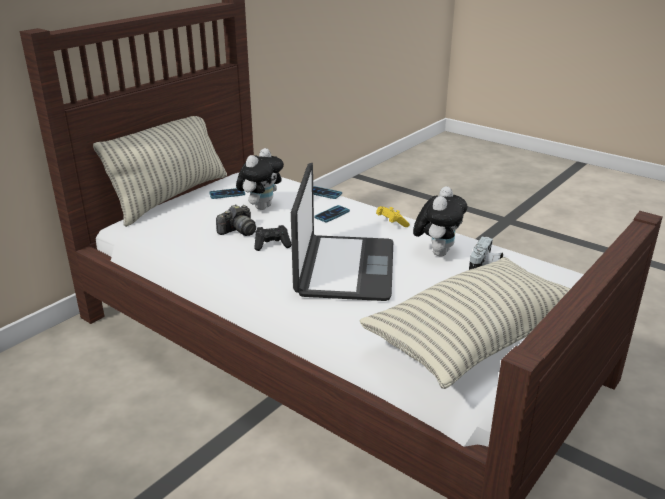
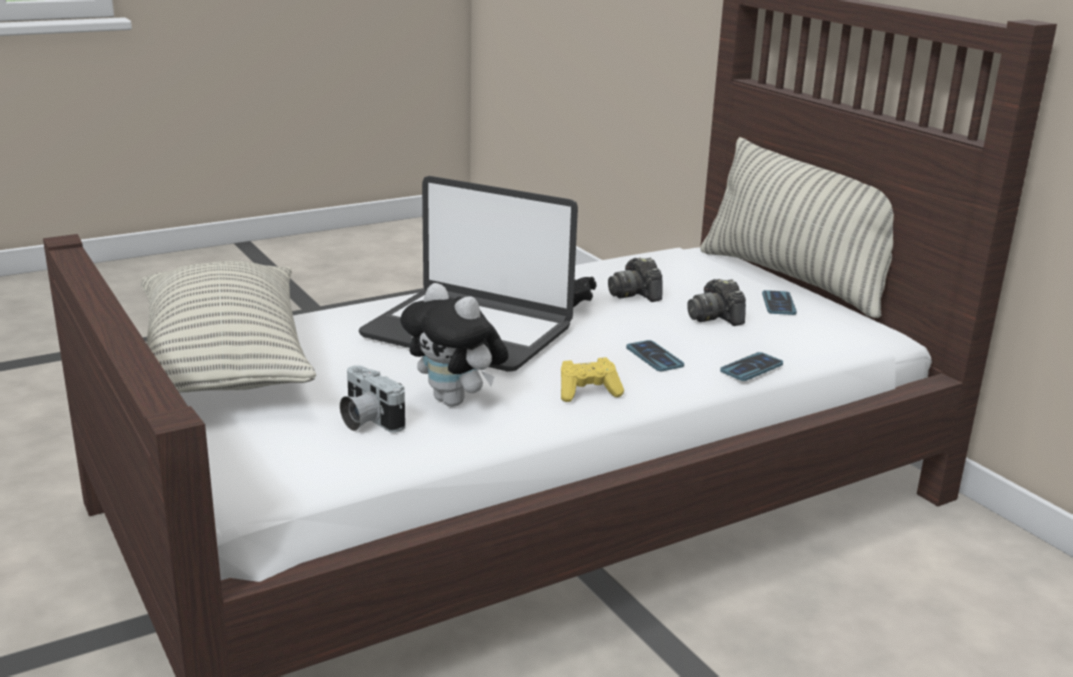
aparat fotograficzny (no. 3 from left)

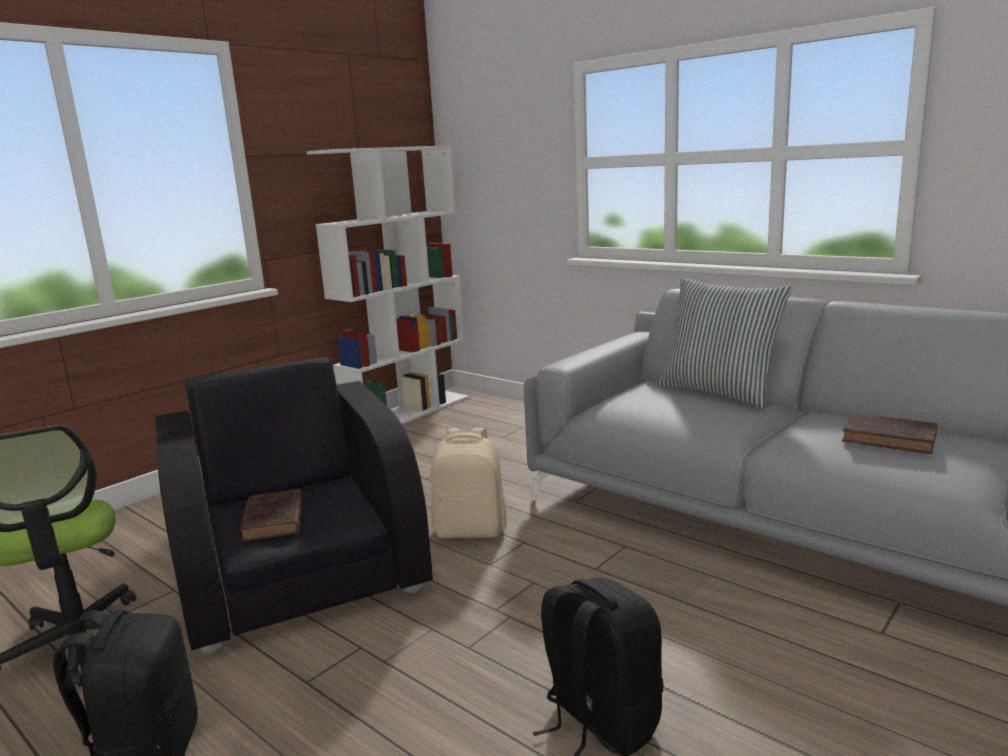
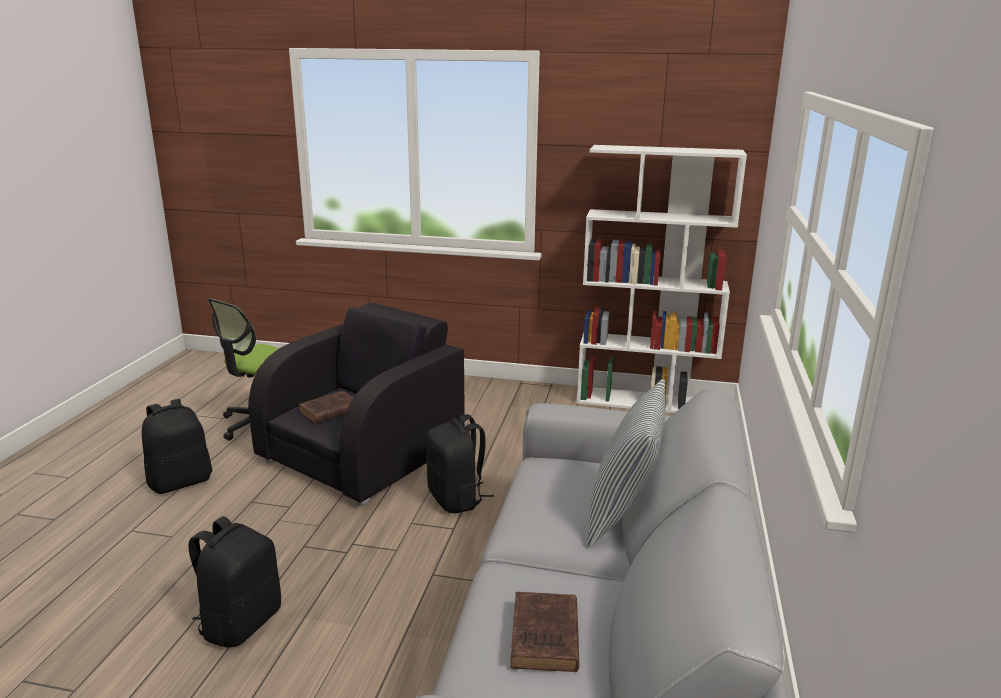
plecak/czarny (no. 3 from left)

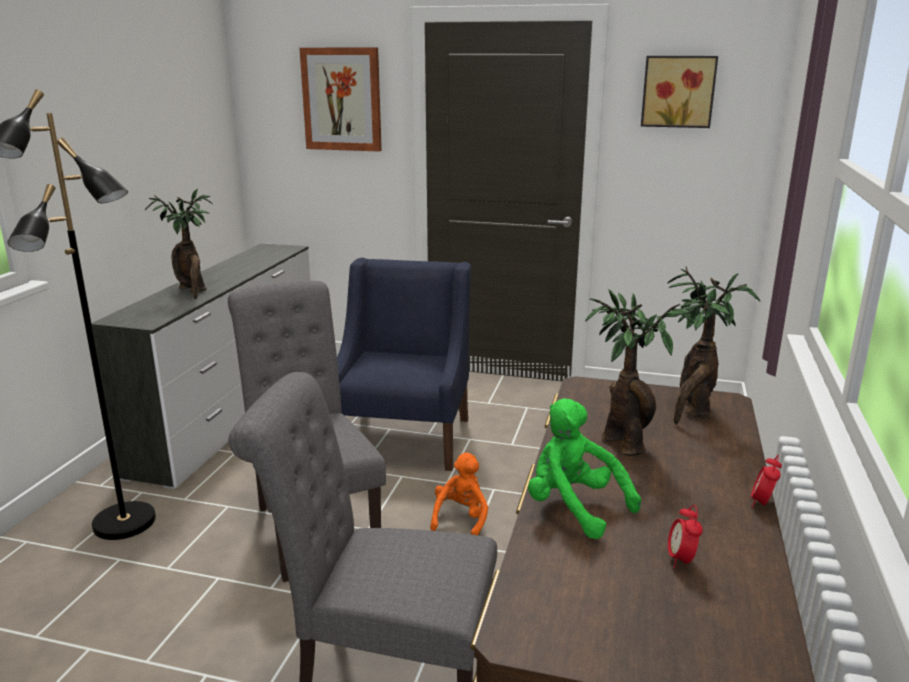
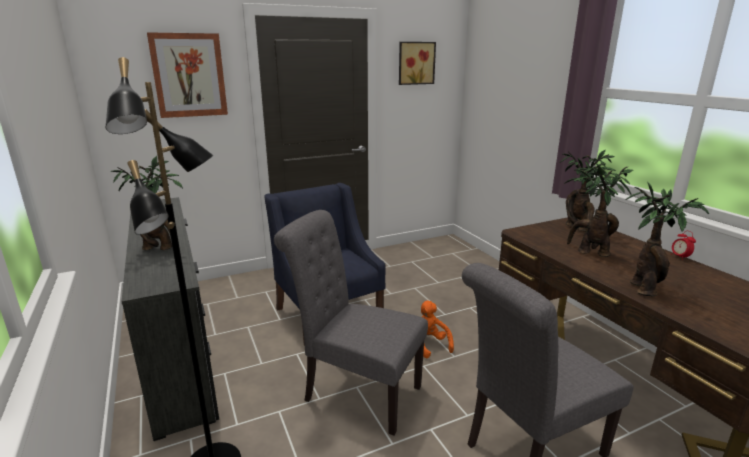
komoda/czarny
roślina doniczkowa (no. 4 from left)
budzik (no. 1 from left in the first image)

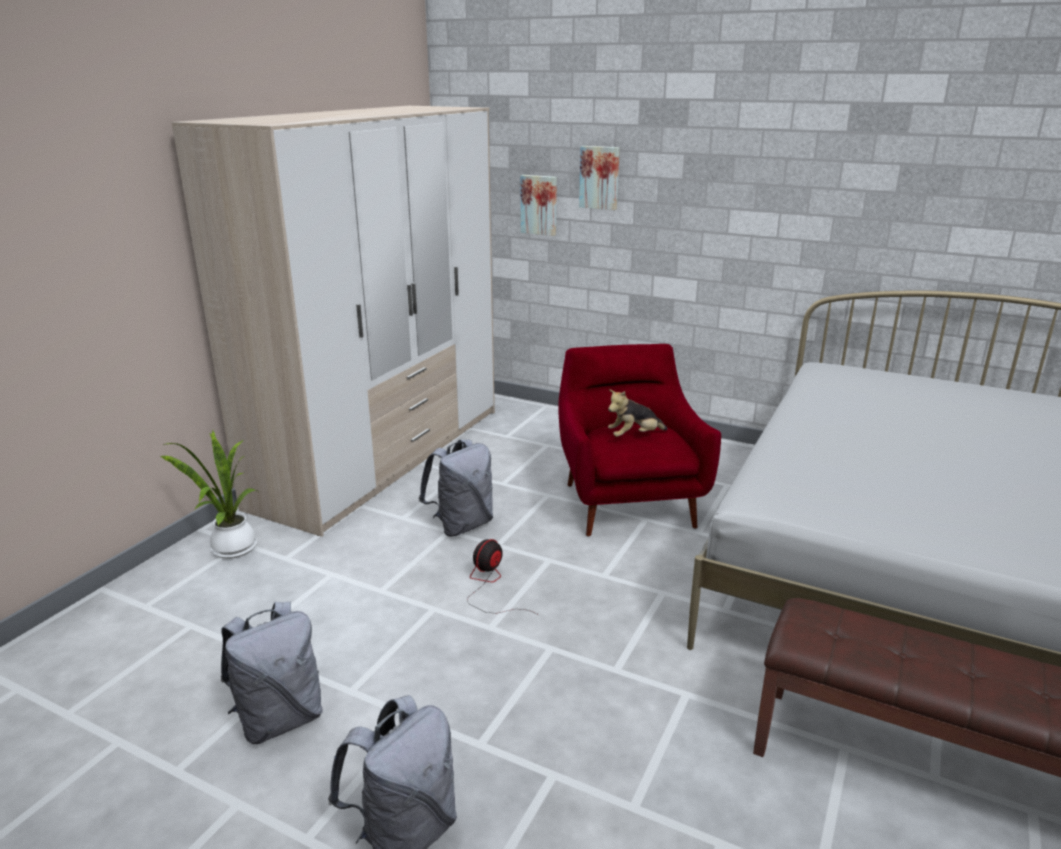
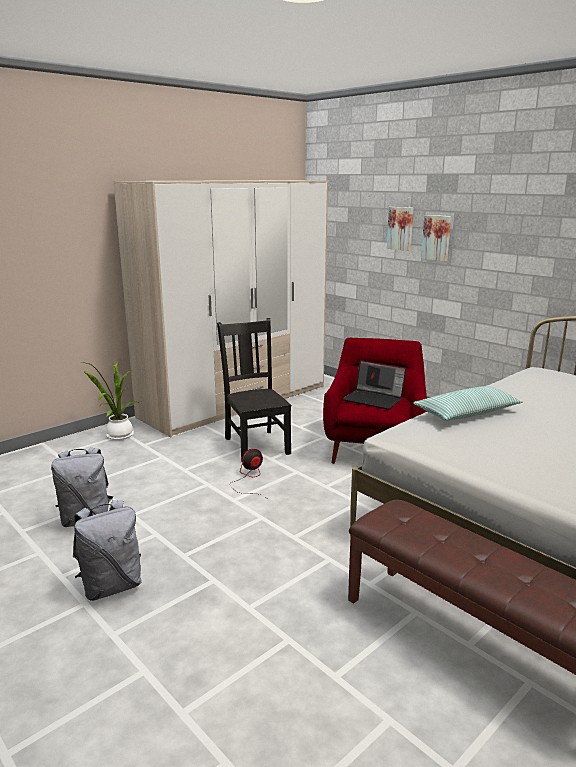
krzesło/czarny
laptop
poduszka
obraz (no. 2 from left)

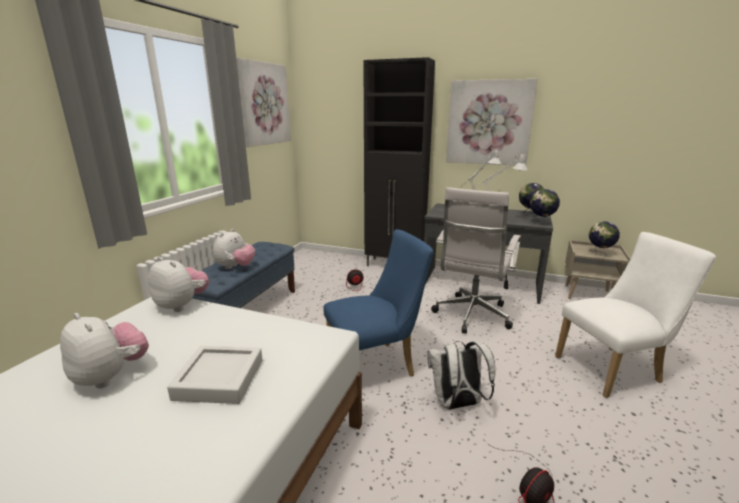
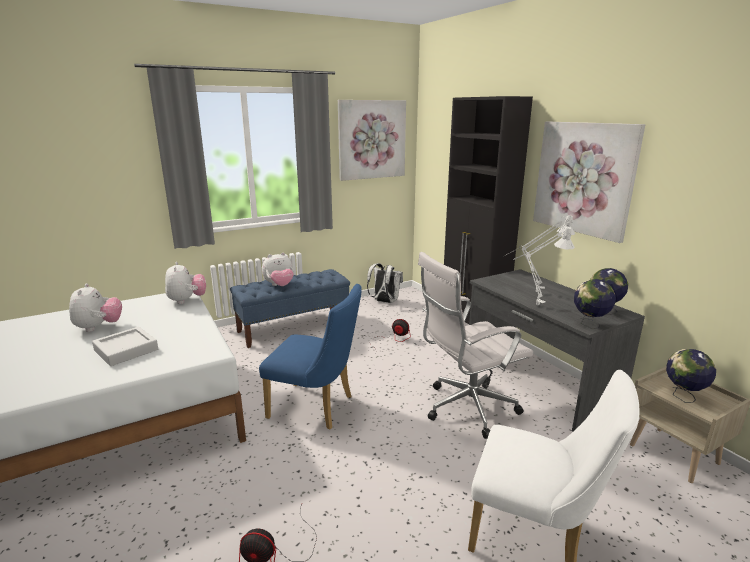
plecak/biały

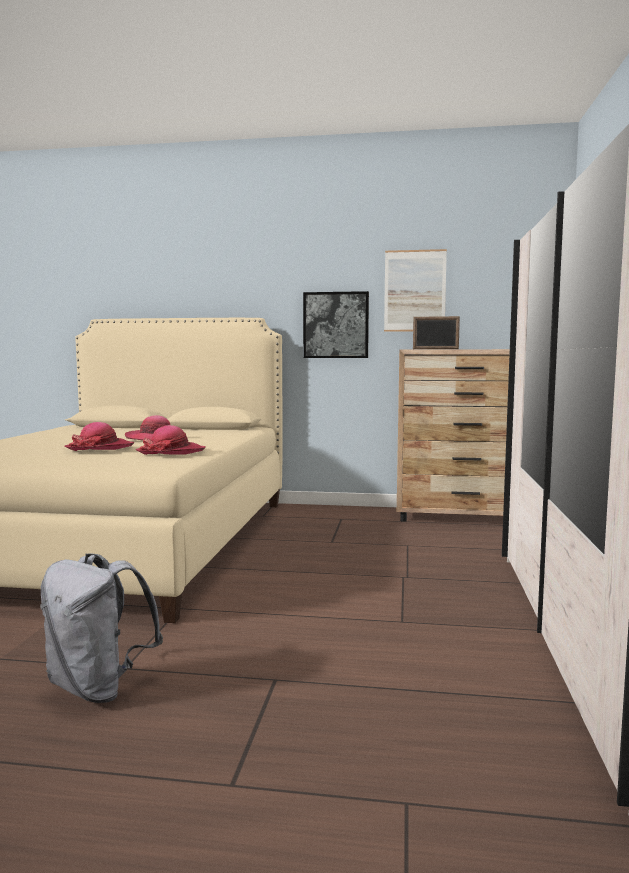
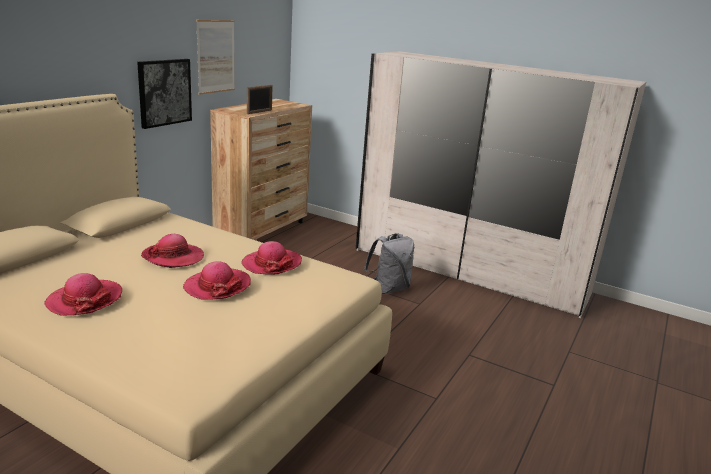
kapelusz (no. 1 from left)
plecak/szary

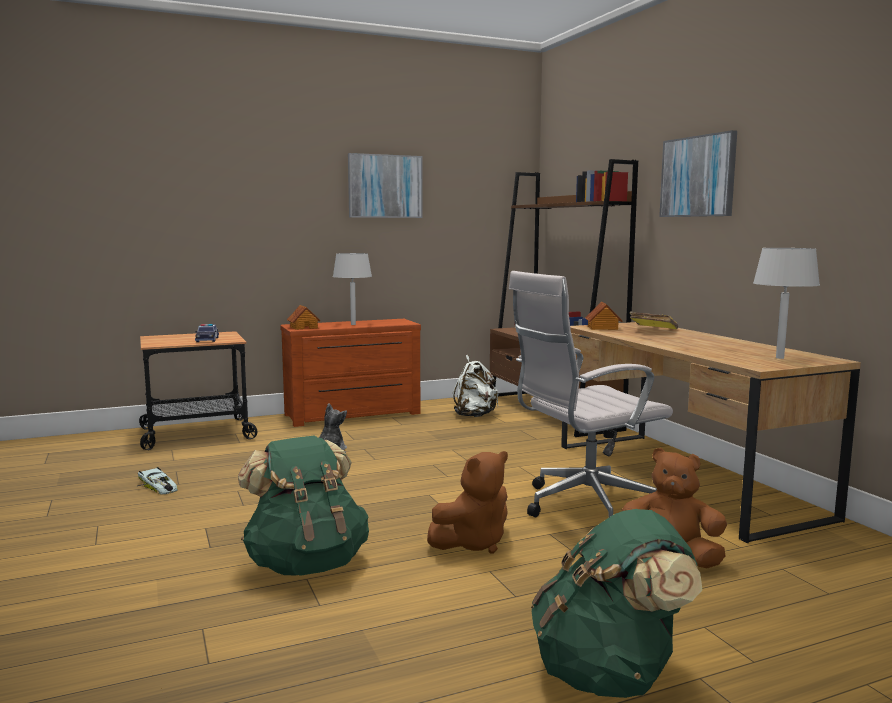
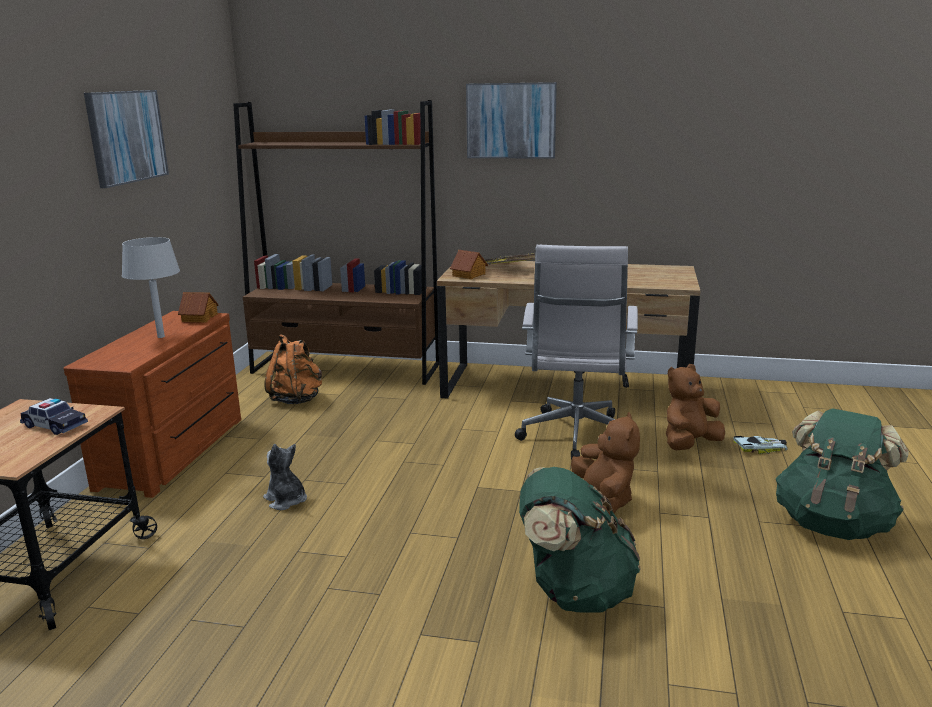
domek (no. 1 from left)
plecak/pomarańczowy
samochodzik (no. 2 from left)
lampa stołowa/szary (no. 2 from left in the first image)

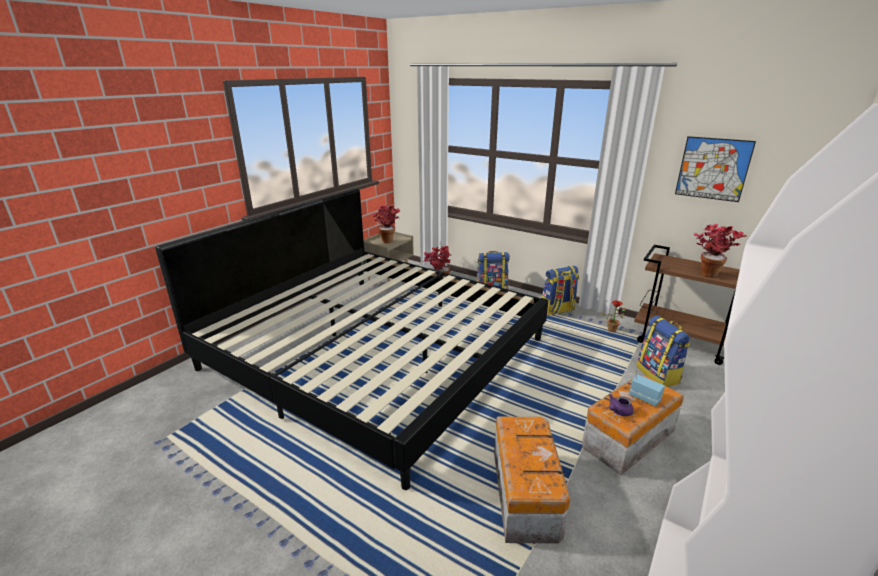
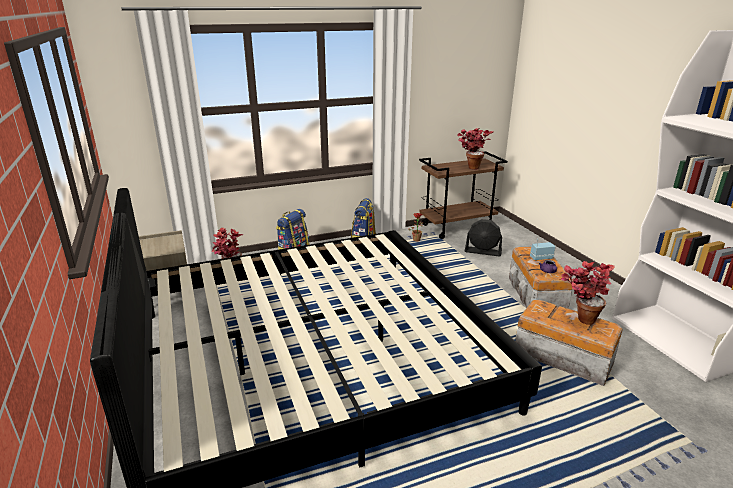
wentylator/czarny
roślina doniczkowa (no. 4 from left)
obraz

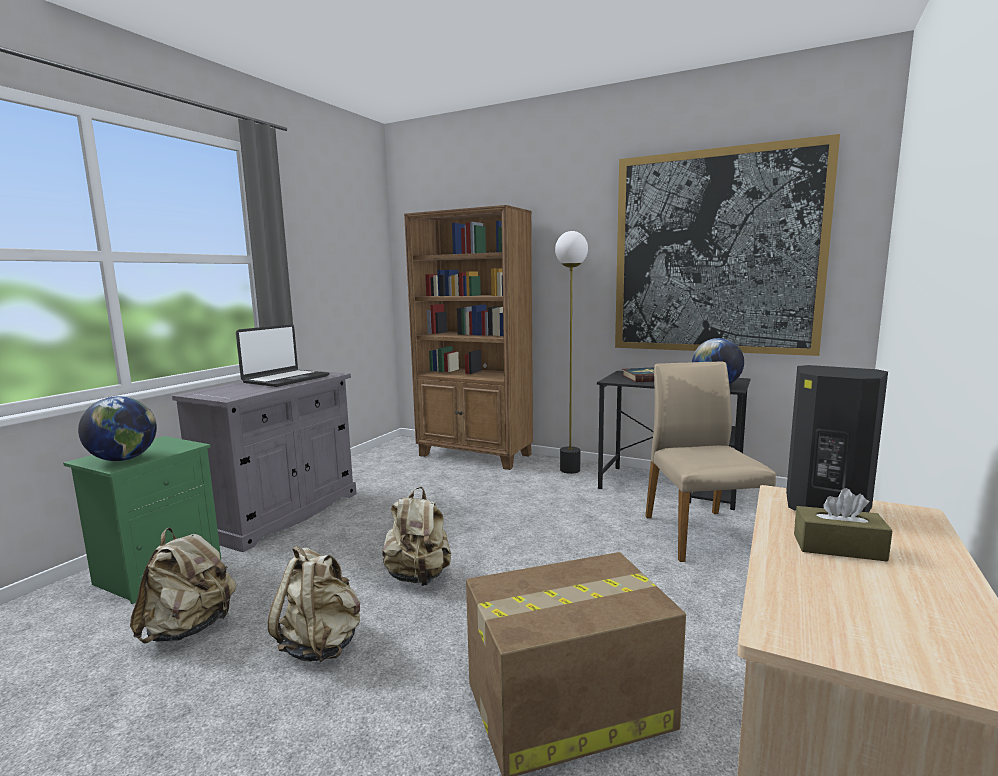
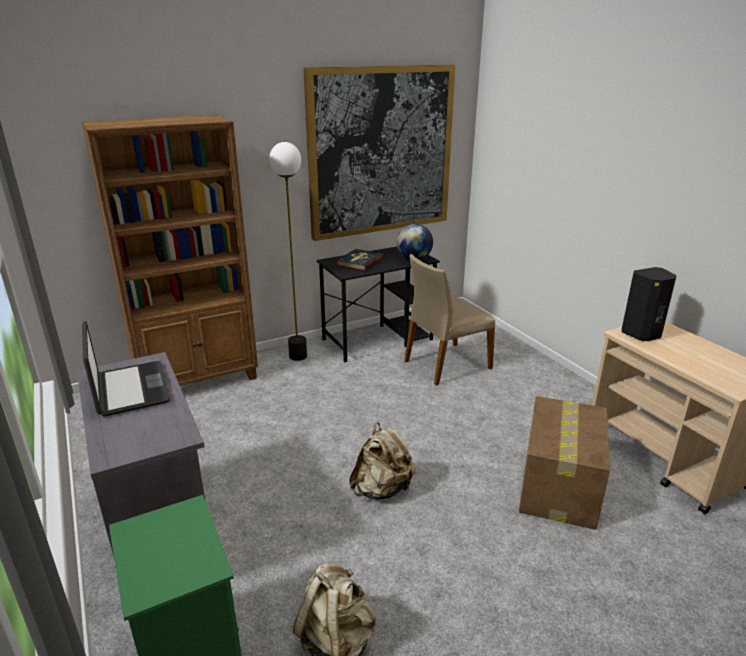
krzesło/beżowy
globus (no. 1 from left in the first image)
plecak/beżowy (no. 2 from left in the first image)
pudełko chusteczek/brązowy

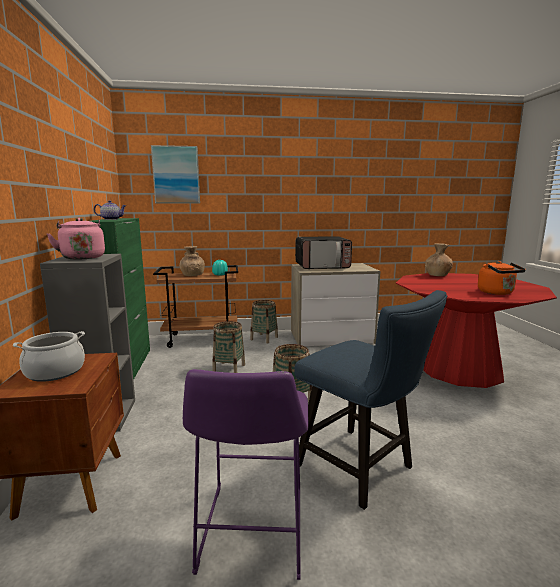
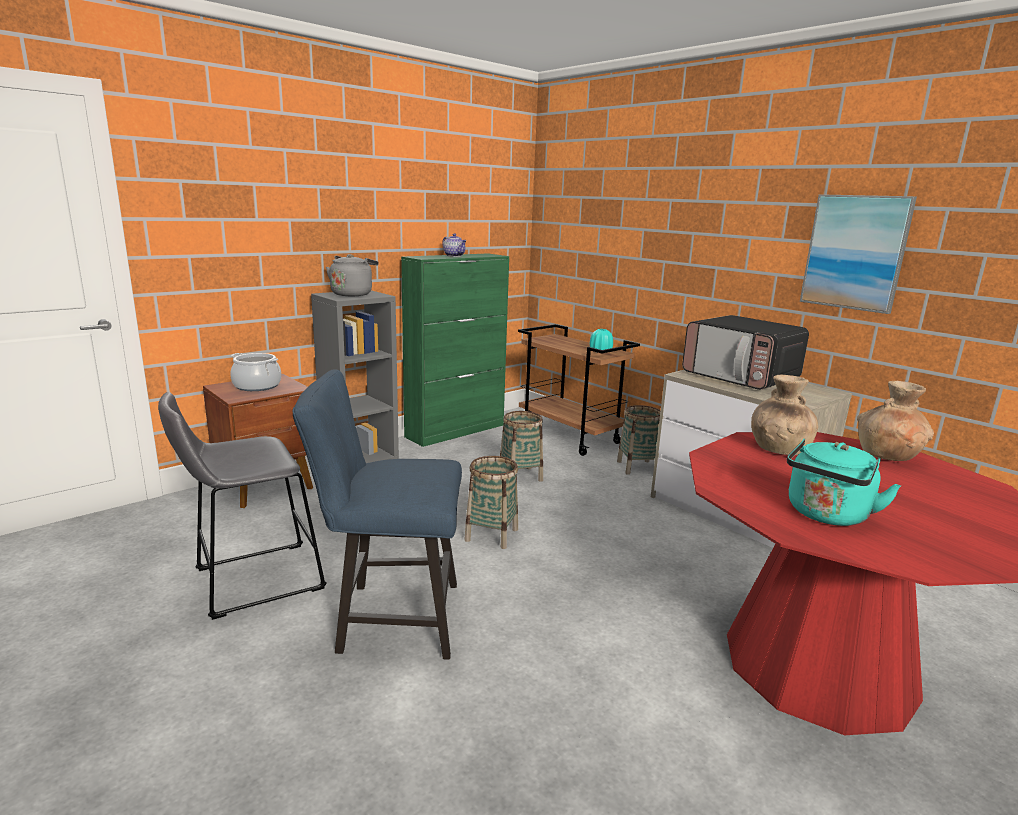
stołek/szary
krzesło/niebieski
czajnik/szary
wazon/brązowy (no. 1 from left)
czajnik/turkusowy
obraz

